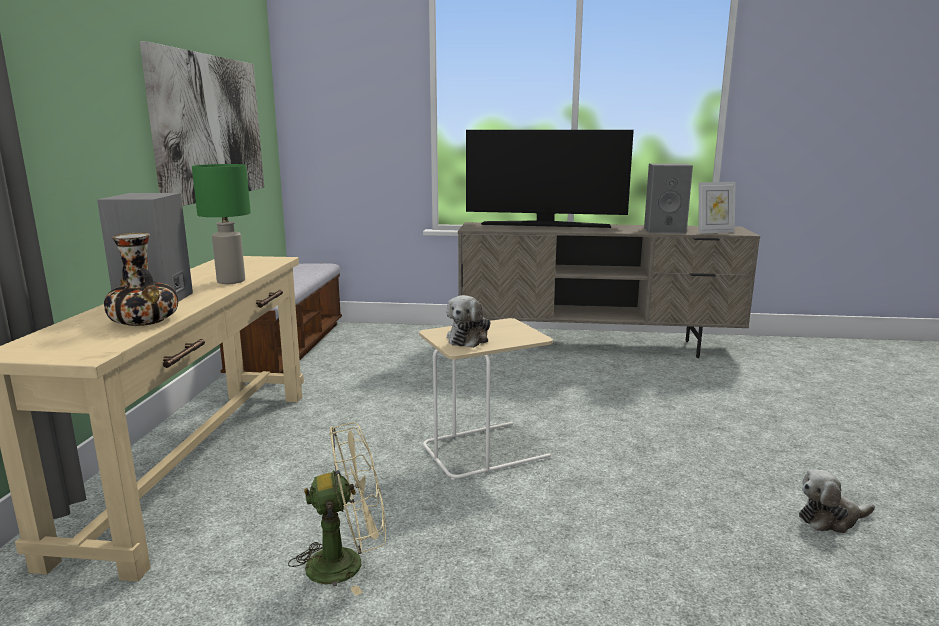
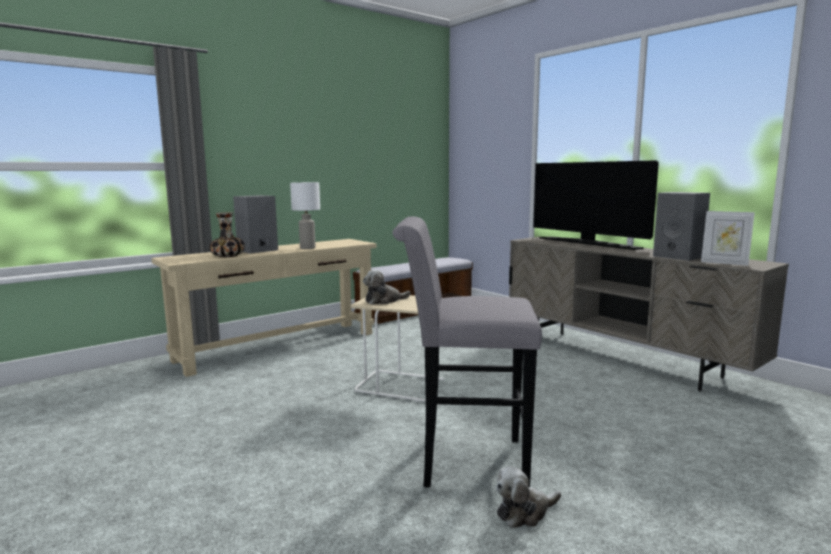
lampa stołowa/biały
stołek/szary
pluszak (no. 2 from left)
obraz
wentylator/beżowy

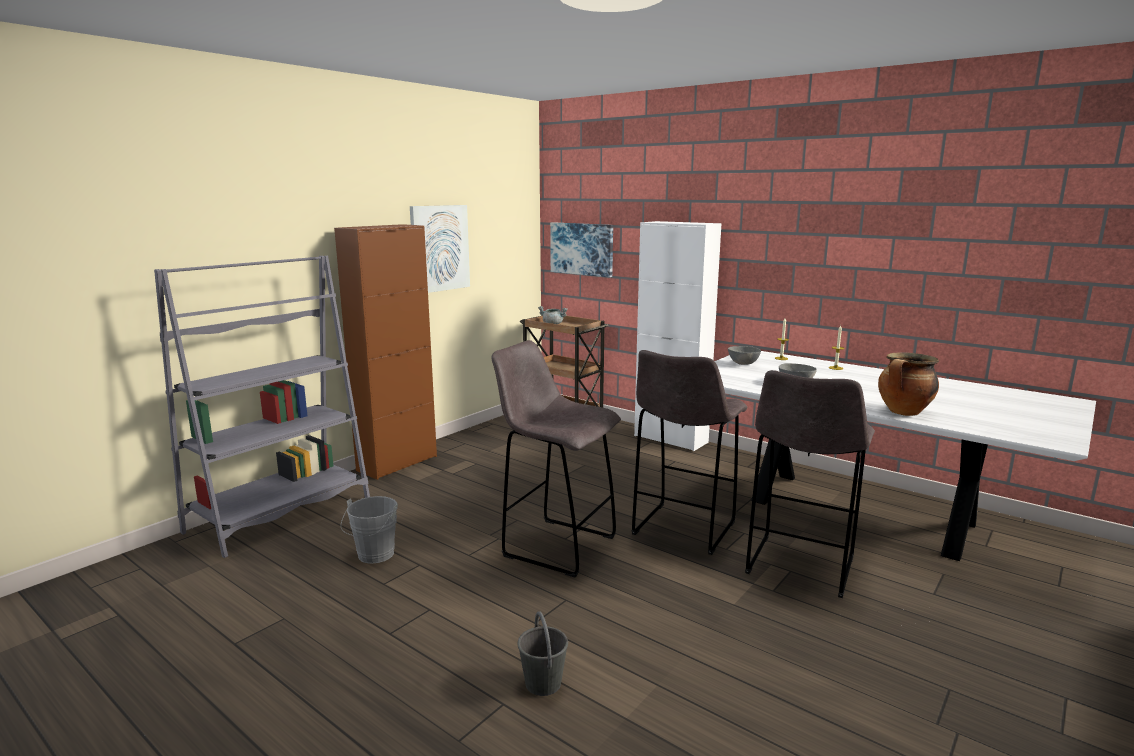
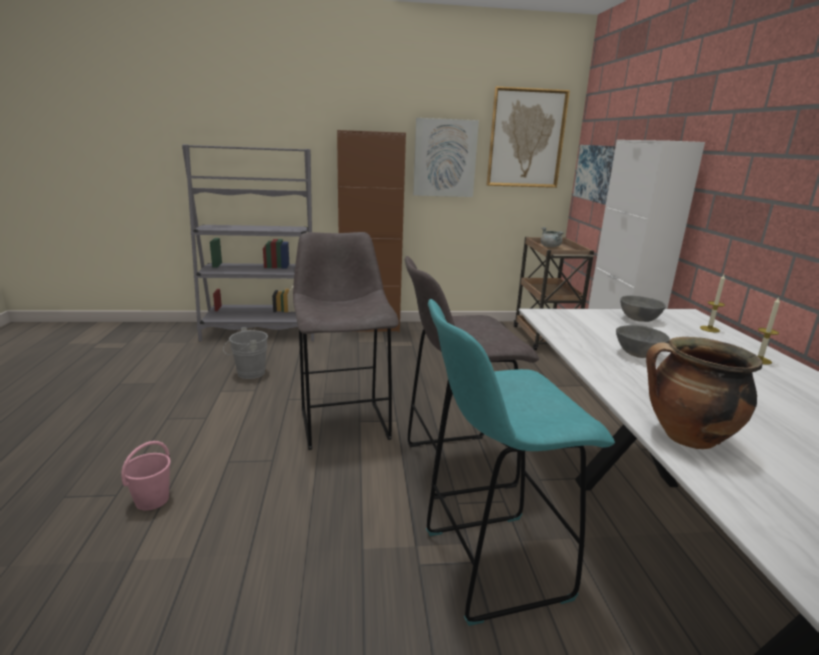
wiadro/różowy
stołek/turkusowy
obraz (no. 2 from left)

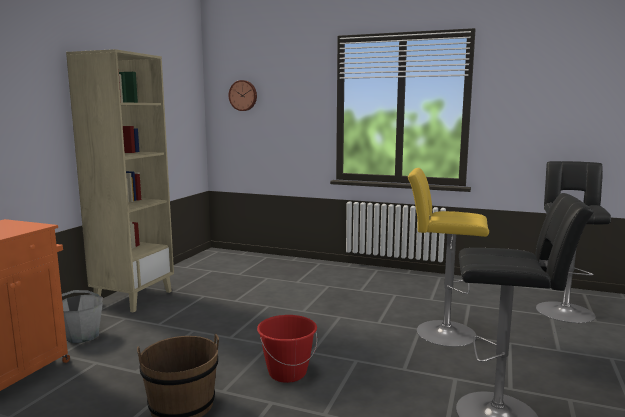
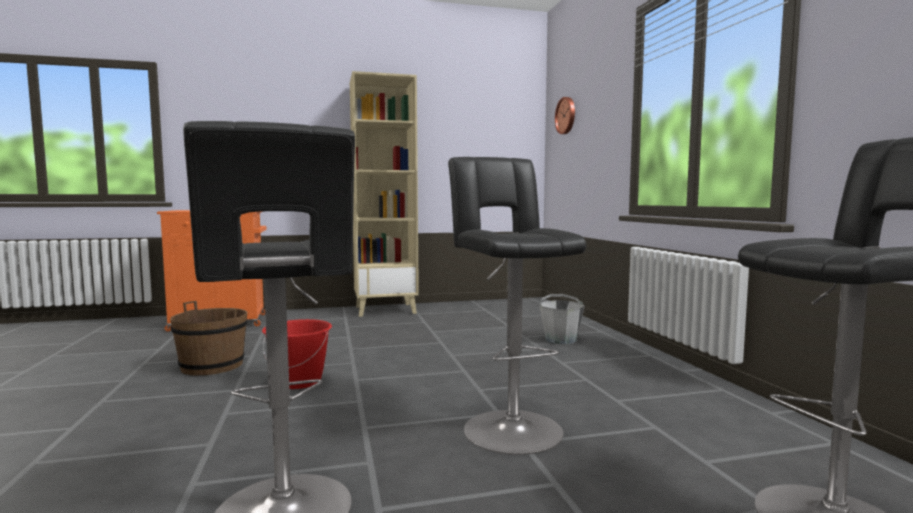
stołek/czarny (no. 2 from left)
wiadro/szary

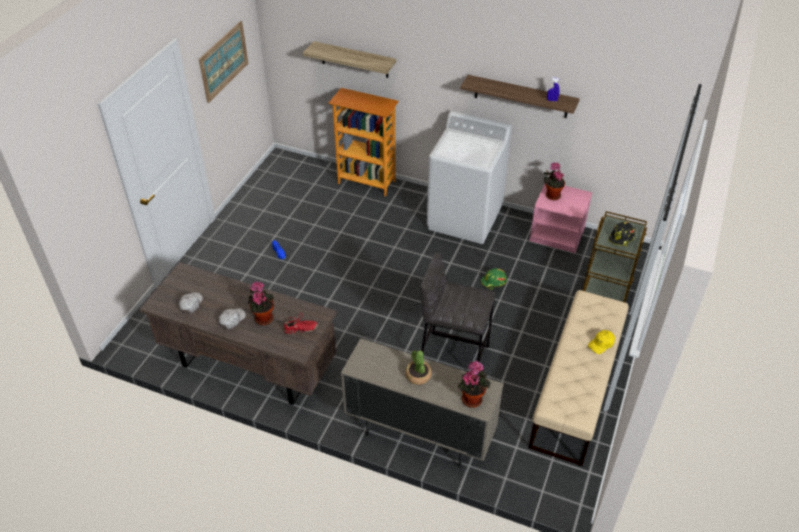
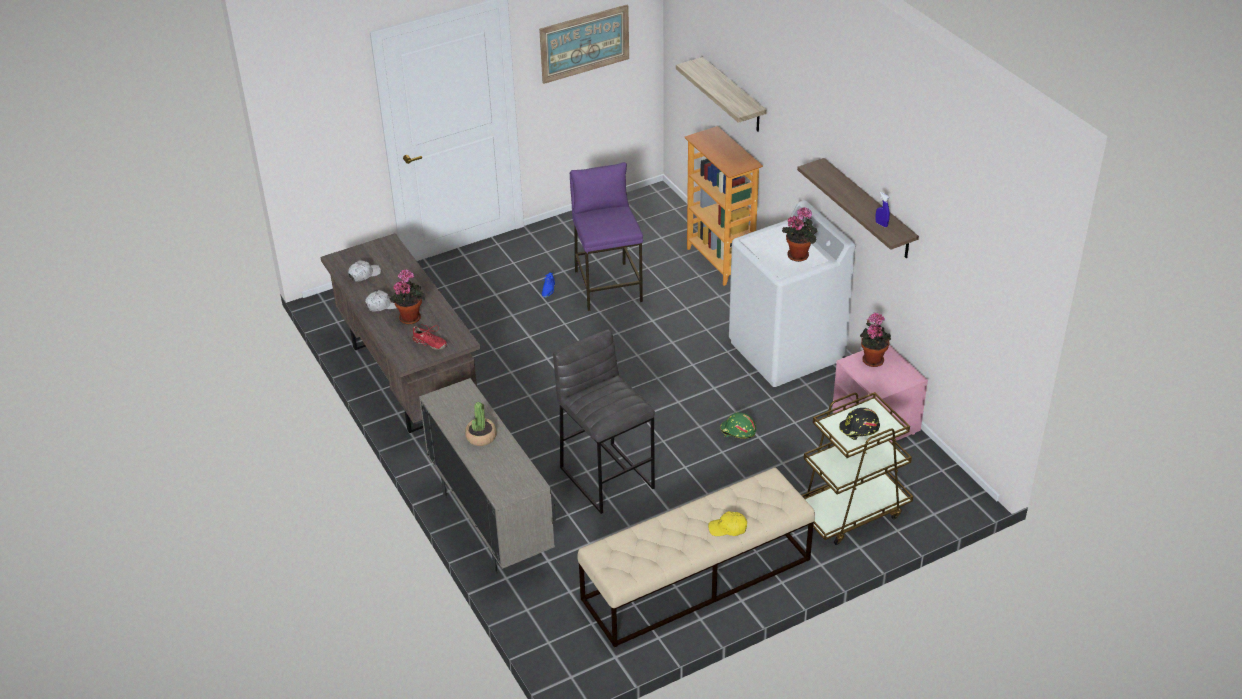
stołek/fioletowy
roślina doniczkowa (no. 3 from left)

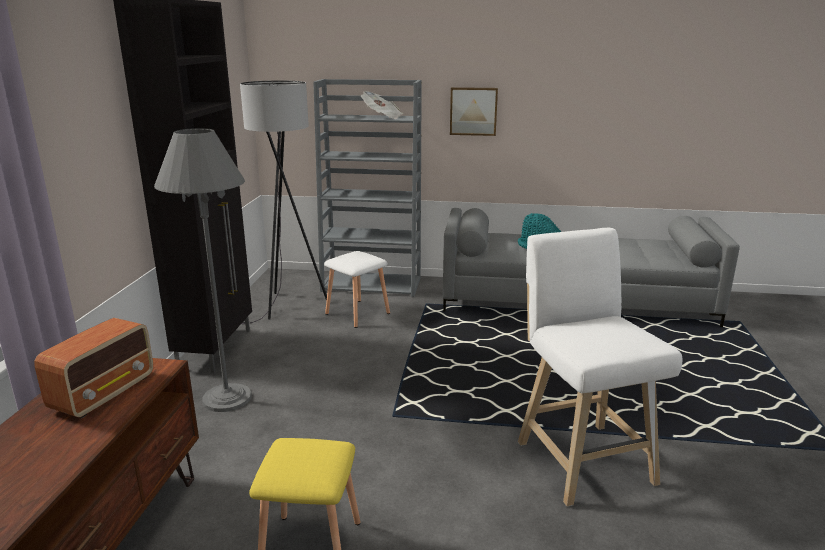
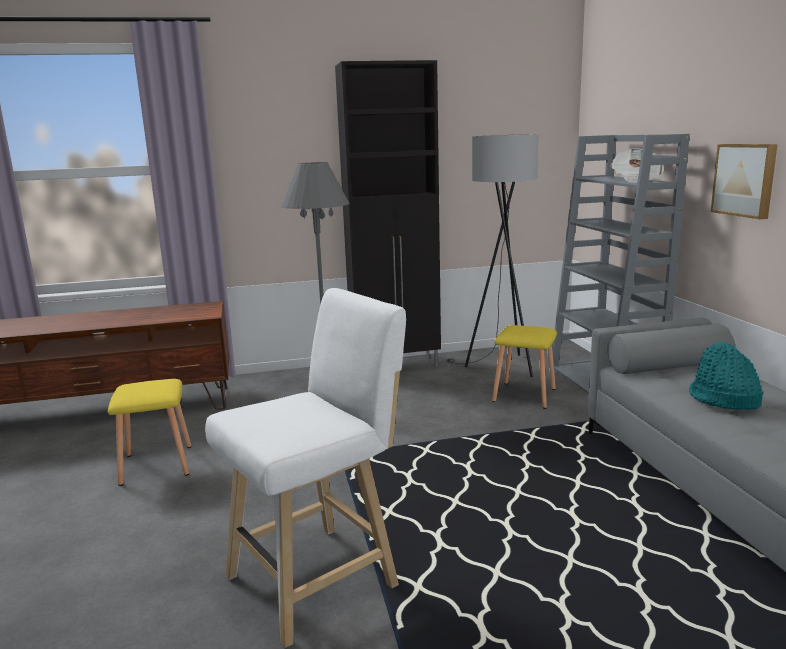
stołek/żółty (no. 2 from left)
radio

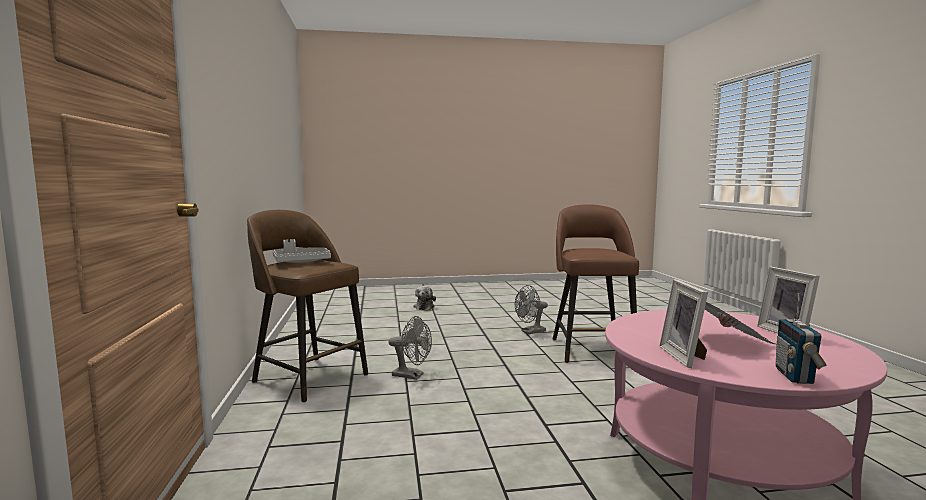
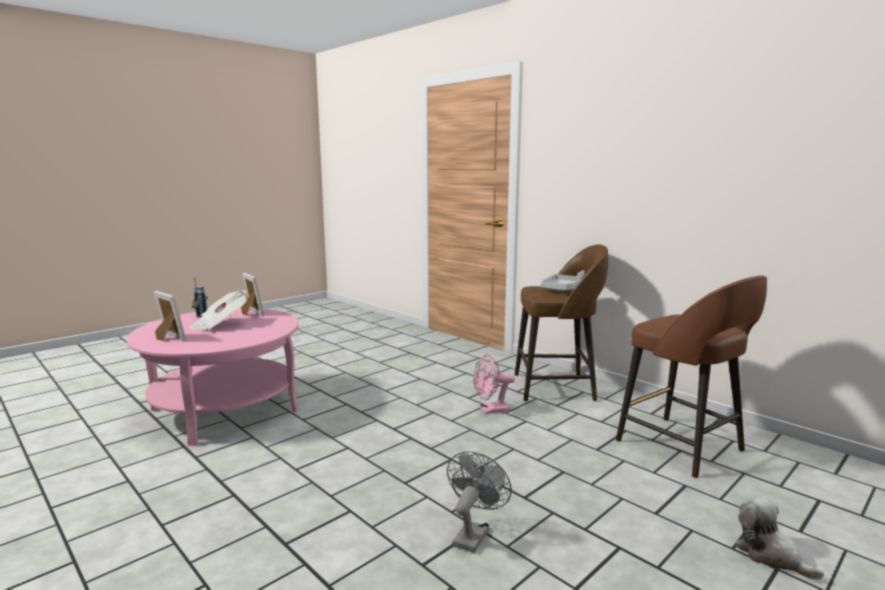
wentylator/różowy
stołek/brązowy (no. 2 from left)

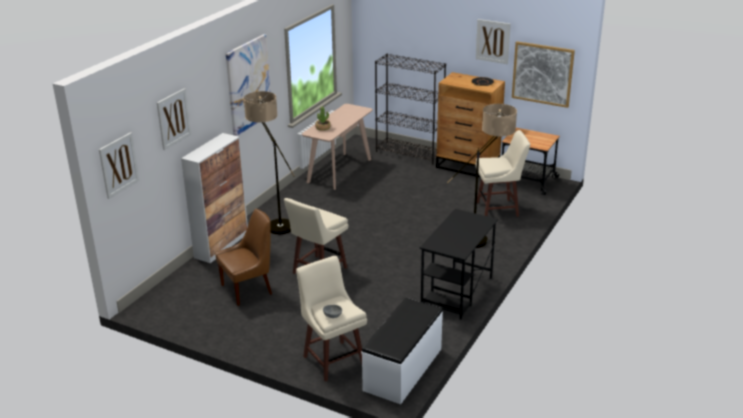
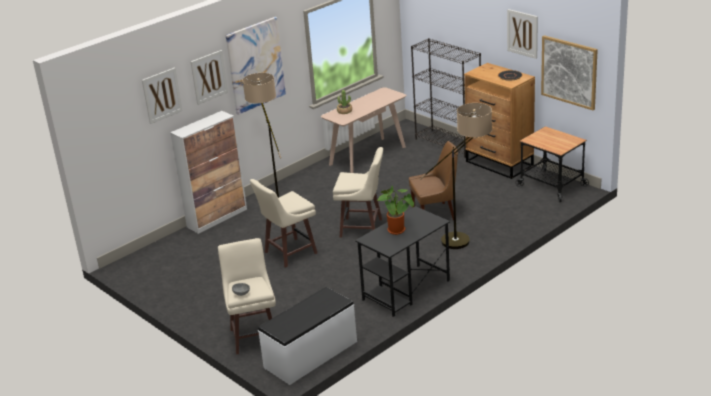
obraz (no. 2 from left)
stołek/beżowy (no. 3 from left)
roślina doniczkowa (no. 2 from left)
krzesło/brązowy

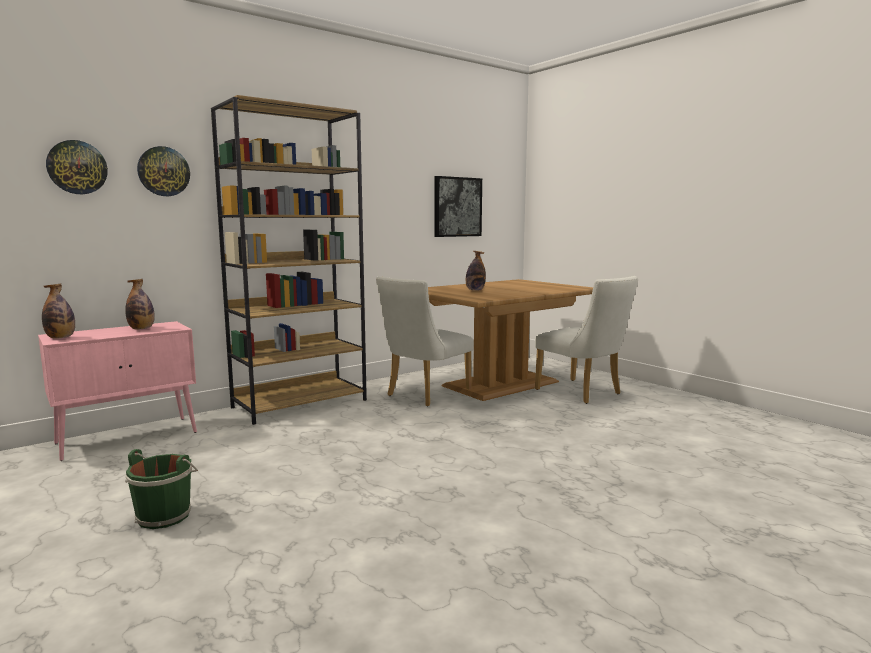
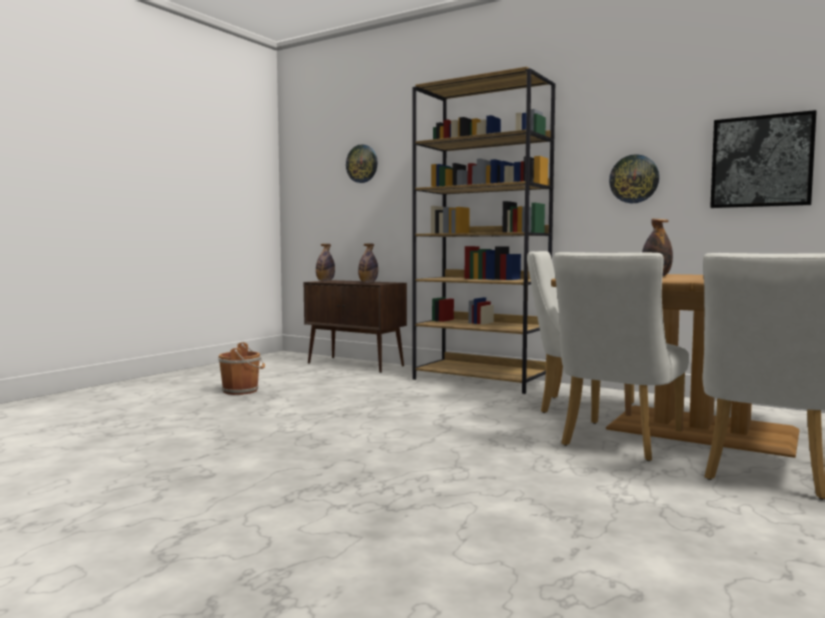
wiadro/brązowy
szafka/brązowy
krzesło/biały (no. 2 from left)
zegar ścienny (no. 2 from left)

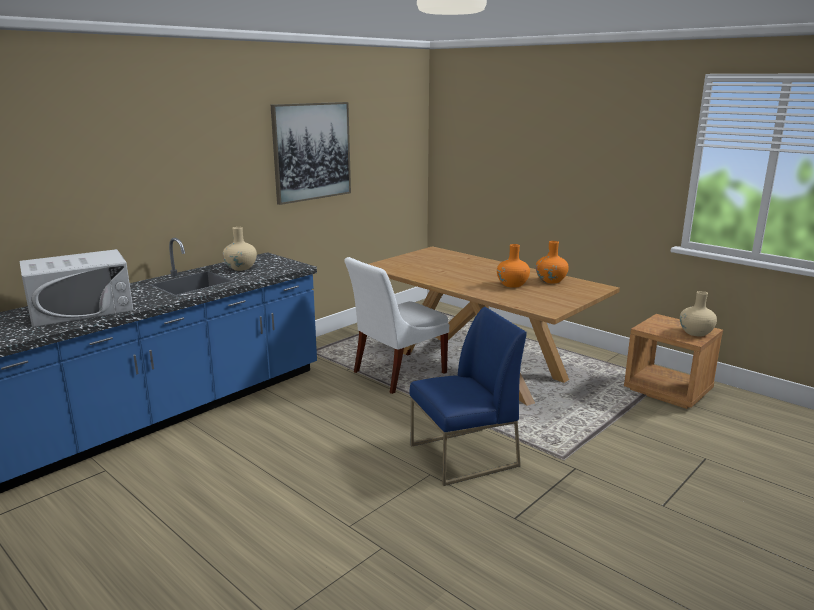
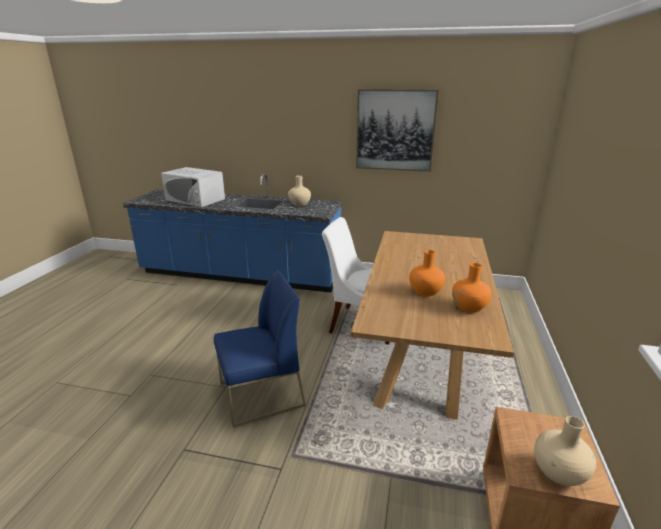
krzesło/niebieski

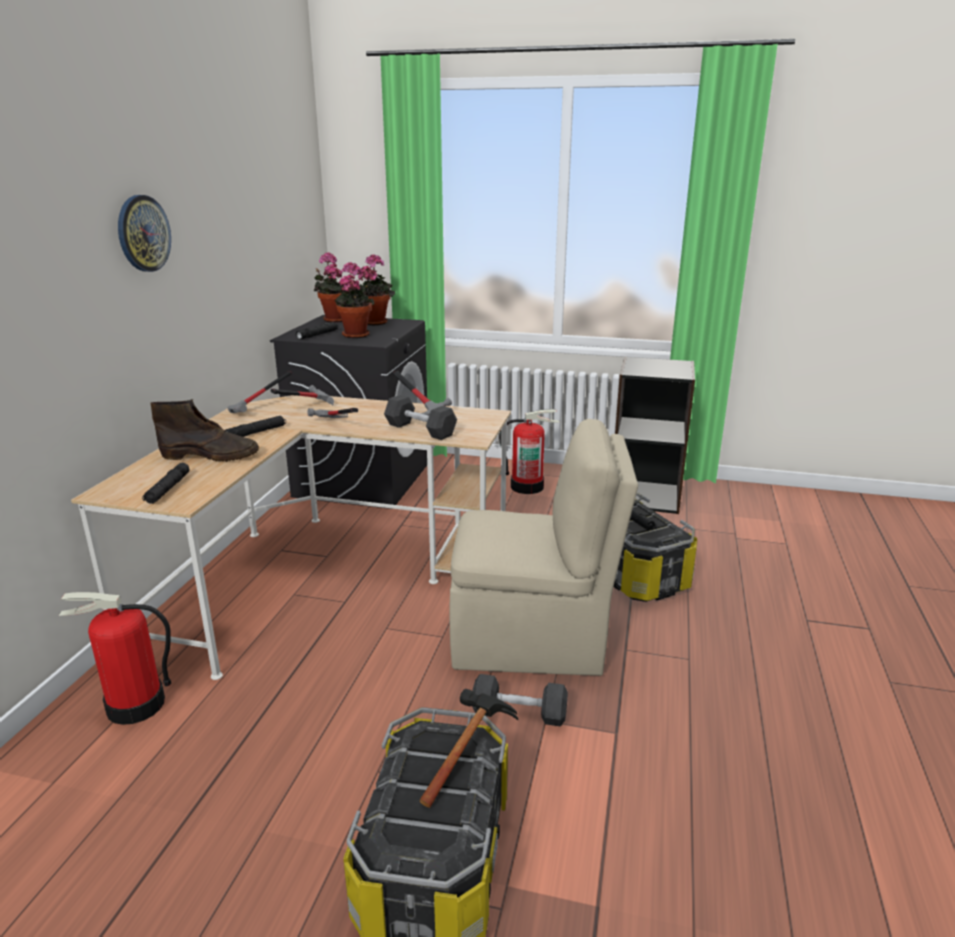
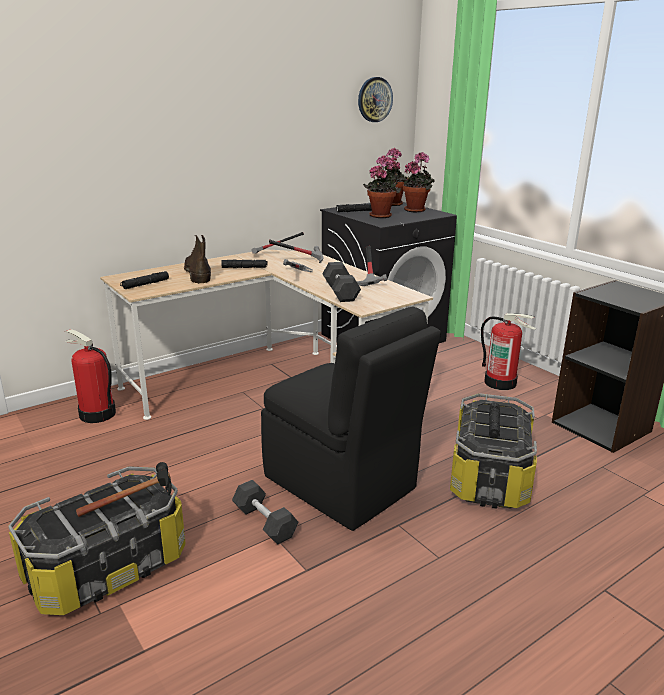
but z cholewką/brązowy
krzesło/czarny
zegar ścienny

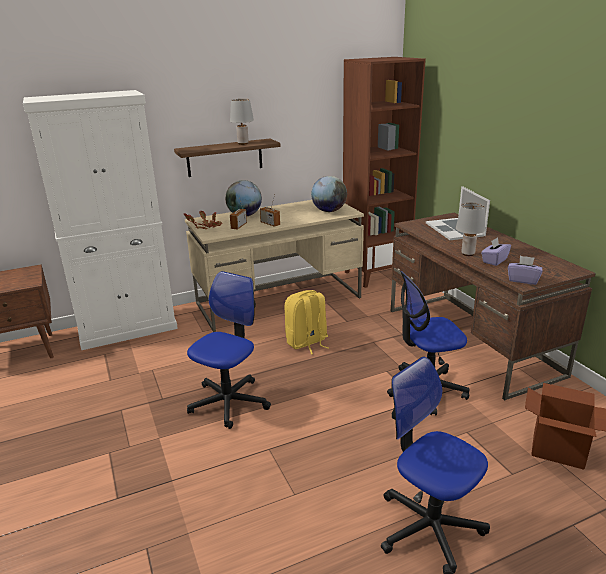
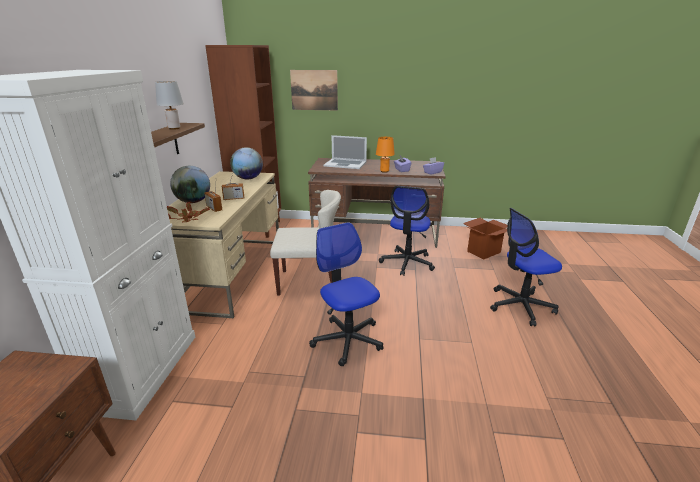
krzesło/beżowy
obraz
lampa stołowa/pomarańczowy

